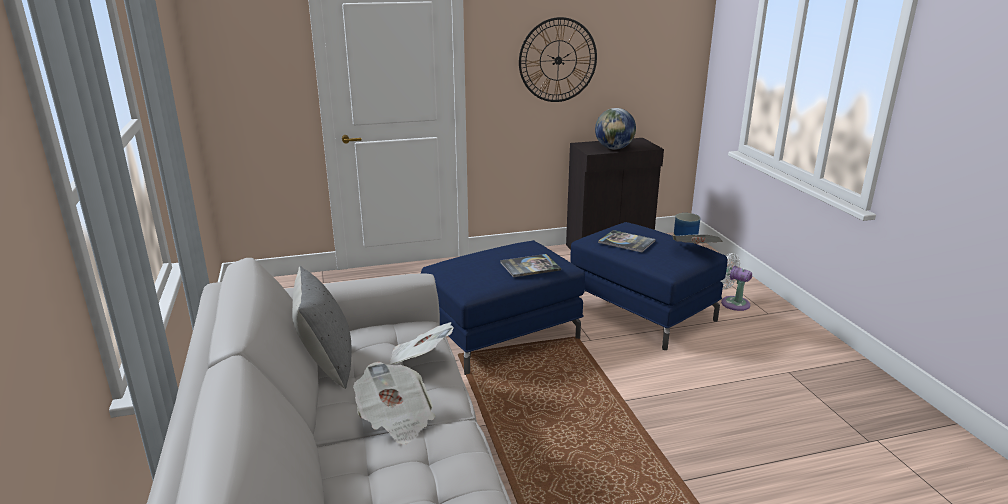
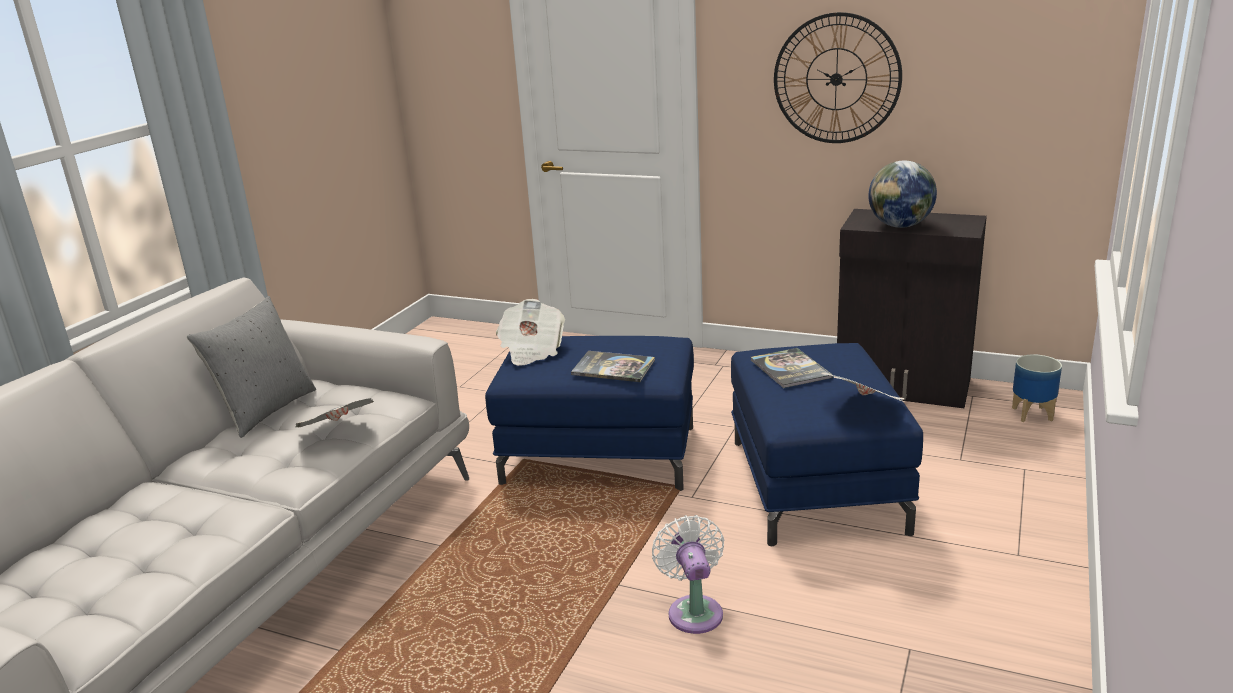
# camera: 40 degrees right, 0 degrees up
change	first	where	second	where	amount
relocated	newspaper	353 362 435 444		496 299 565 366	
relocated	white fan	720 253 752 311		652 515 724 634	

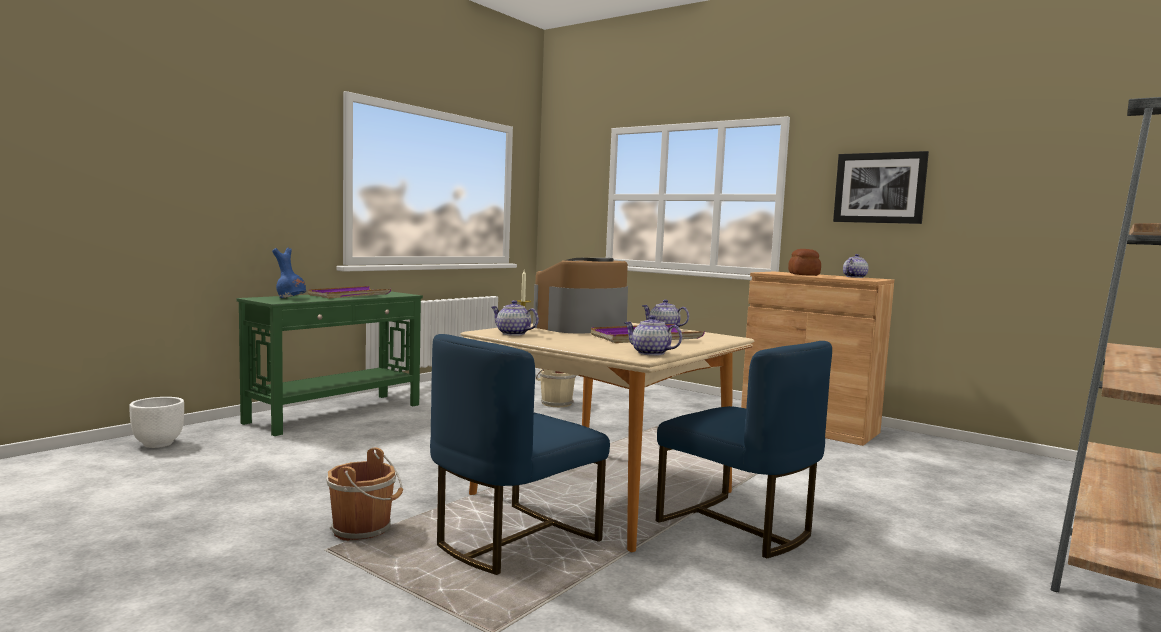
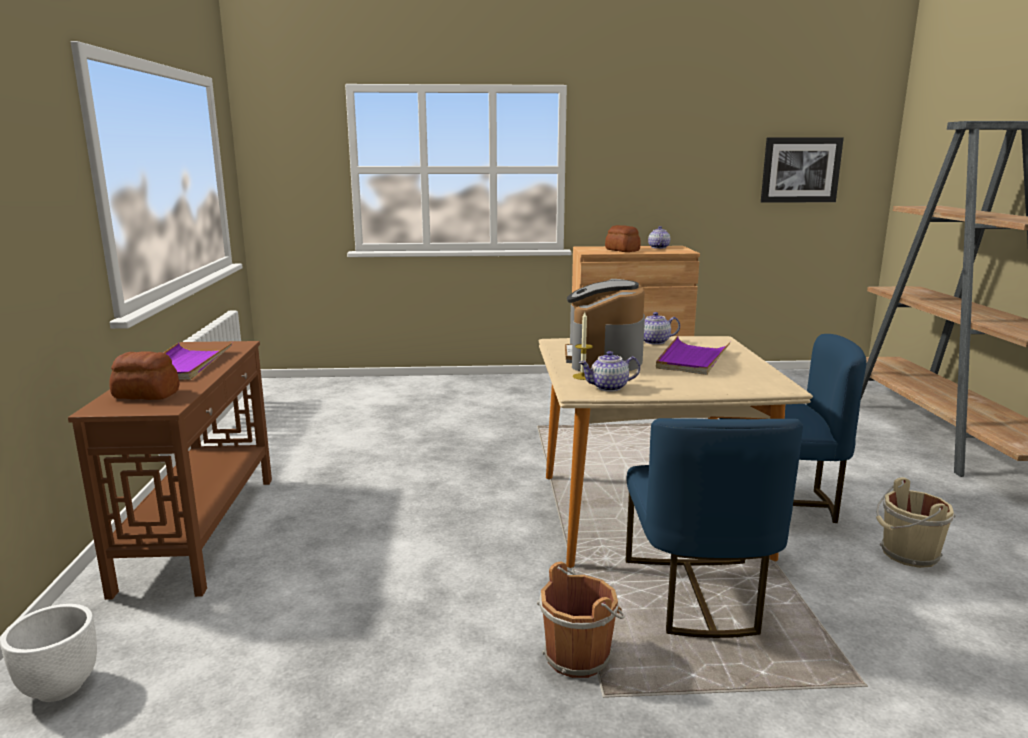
# camera: 40 degrees left, 10 degrees up
change	first	where	second	where	amount
colour	green console table	237 291 423 436	brown console table	68 341 272 600	
exchanged	blue vase	272 248 306 298	bread	110 351 179 400	
relocated	beige bucket	536 369 576 407		876 477 956 568	
missing	teapot	624 315 682 356			
relocated	picture	833 151 929 224		761 137 844 203	

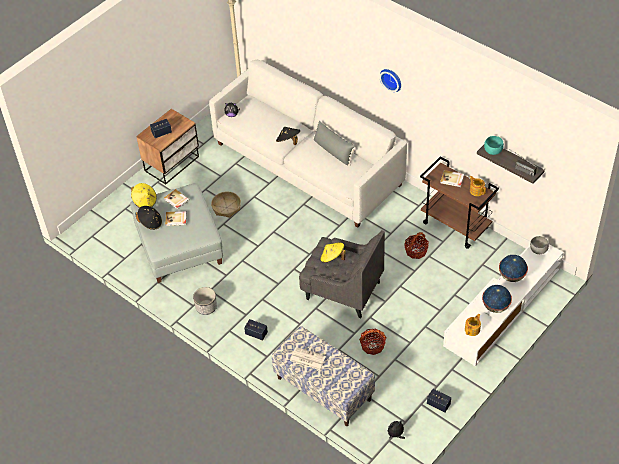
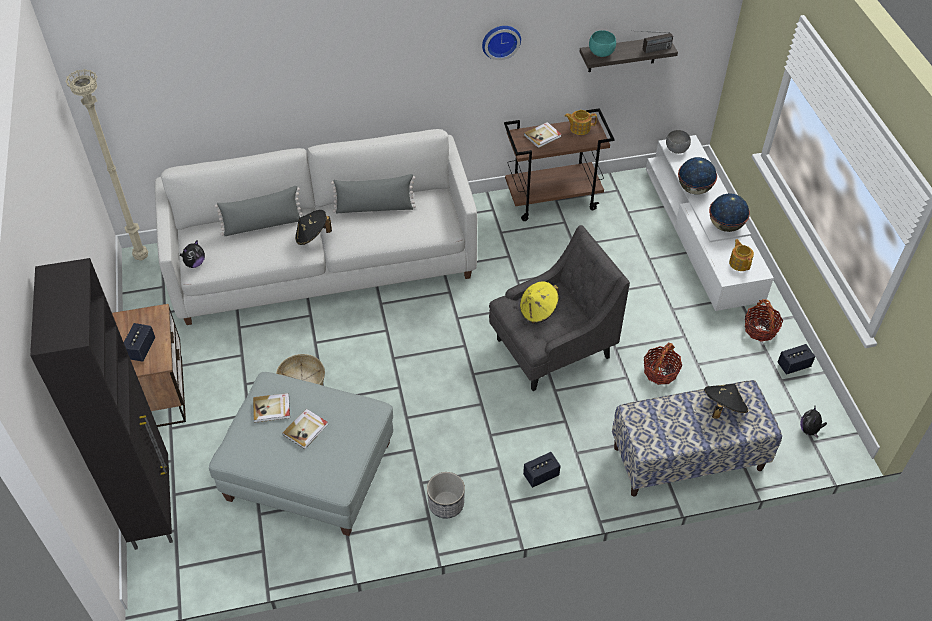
# camera: 55 degrees left, 0 degrees up
change	first	where	second	where	amount
missing	yellow hat	131 183 157 208			
relocated	black hat	136 206 162 230		704 384 748 419	
missing	newspaper	290 347 326 370			
relocated	wall clock	379 69 401 92		482 26 521 60	
relocated	basket	404 232 429 259		745 299 783 342	
appeared			black cabinet	30 258 173 550	
appeared			grey pillow	215 186 303 236	

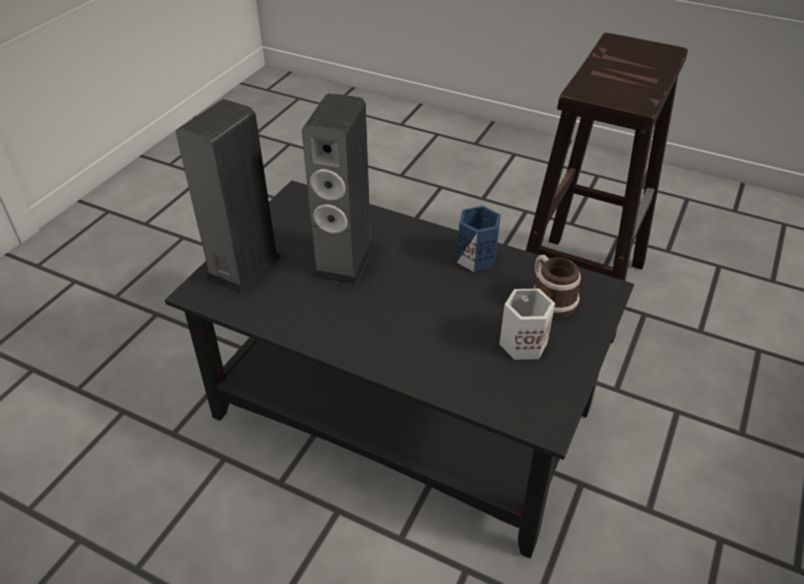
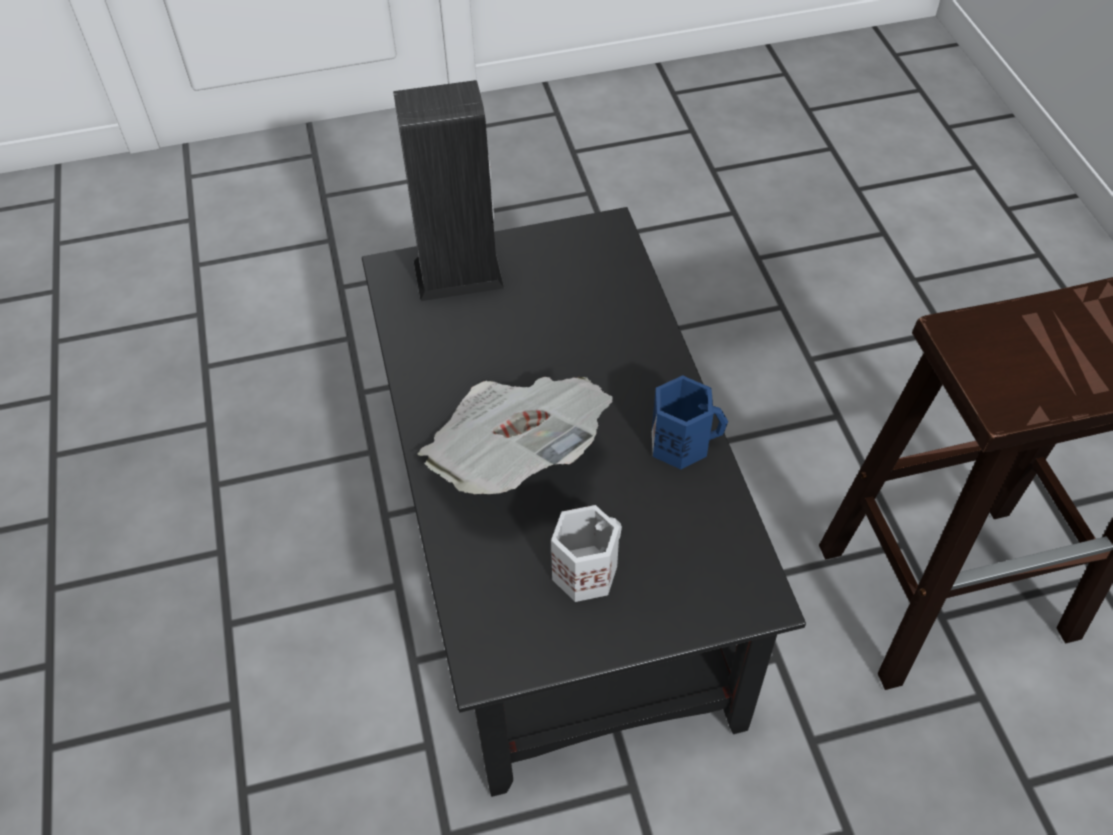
# camera: 50 degrees right, 10 degrees up
change	first	where	second	where	amount
missing	speaker	302 93 374 286			
missing	mug	533 255 581 317			
appeared			newspaper	417 377 613 494	

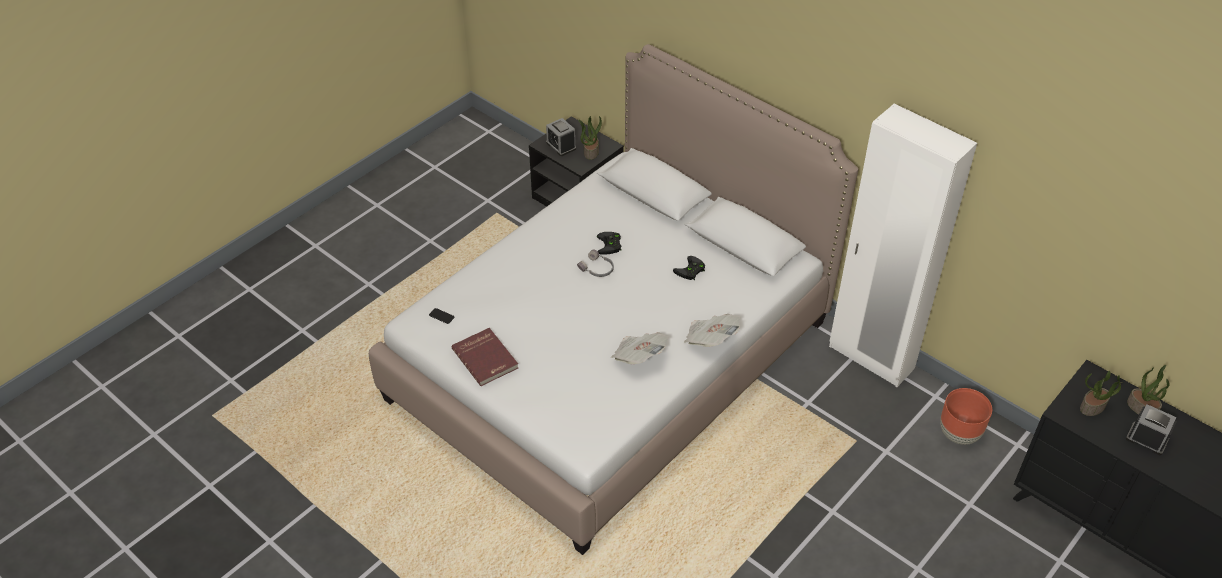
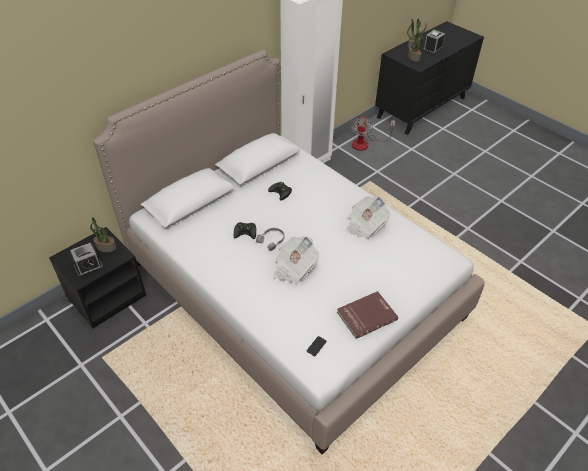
# camera: 85 degrees left, 0 degrees up
change	first	where	second	where	amount
relocated	newspaper	684 314 740 347		273 236 319 284	
exchanged	brown planter	940 388 992 445	fan	351 116 395 151	

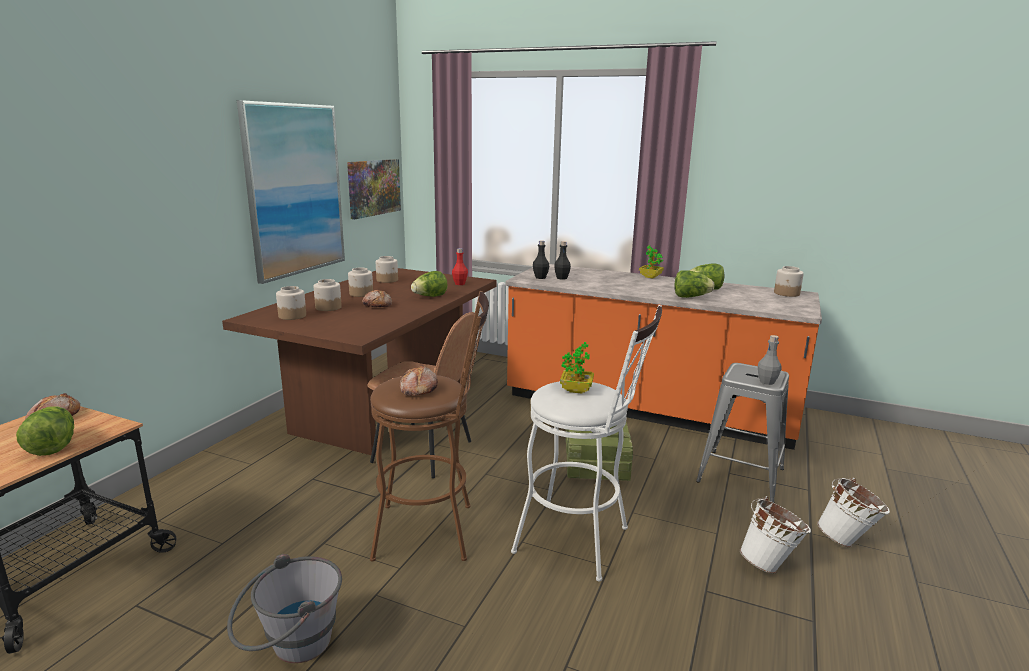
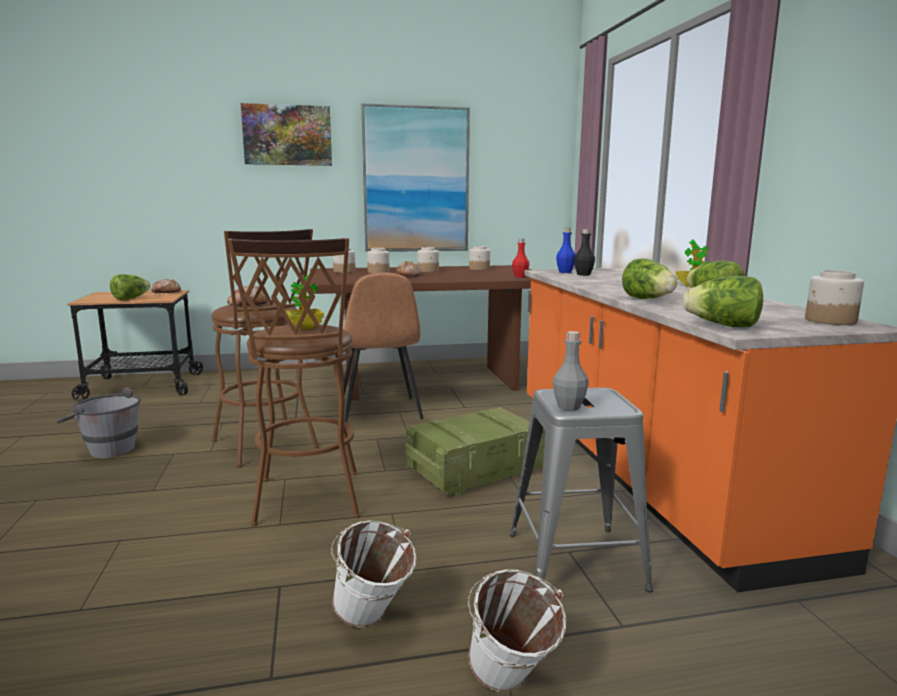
# camera: 55 degrees right, 5 degrees down
change	first	where	second	where	amount
relocated	picture	347 159 401 219		241 103 332 166	
relocated	lettuce	411 271 448 297		683 276 763 327	
colour	white stool	511 305 662 581	brown stool	228 238 360 526	
colour	black bottle	533 240 549 279	blue bottle	556 228 575 273	

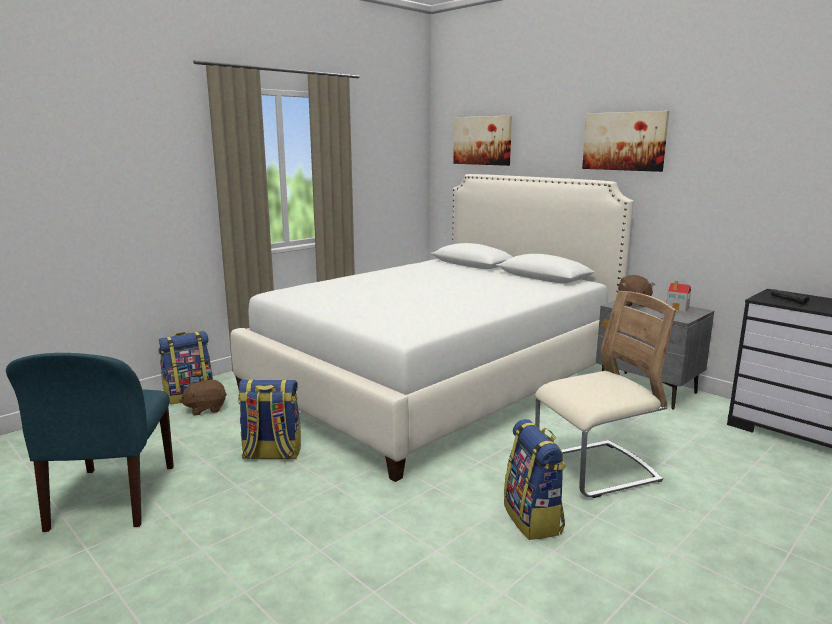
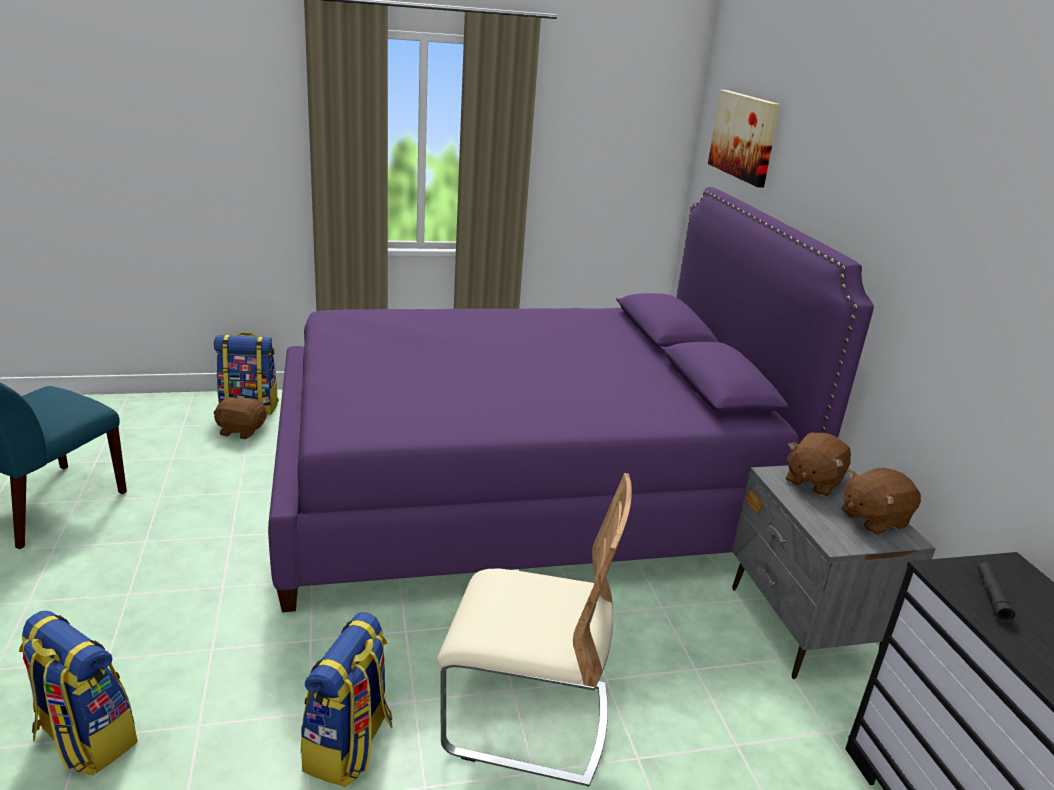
# camera: 30 degrees right, 10 degrees up
change	first	where	second	where	amount
colour	white bed	230 174 633 482	purple bed	268 187 874 612	
relocated	backpack	238 380 301 459		19 611 138 775	
missing	picture	582 111 669 172			
exchanged	toy house	666 281 691 312	brown plush toy	842 468 921 535	

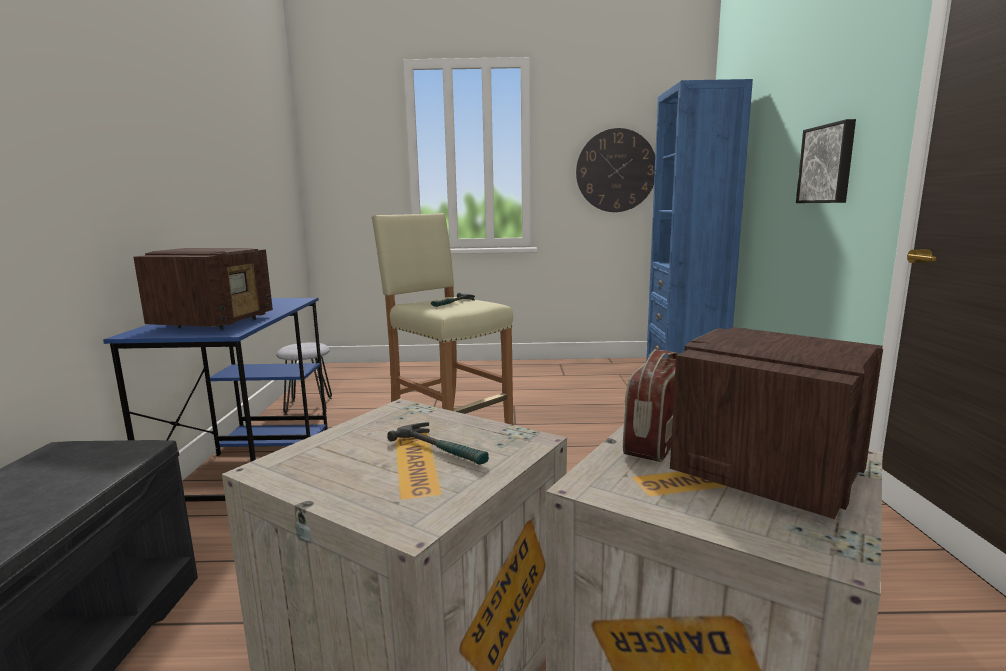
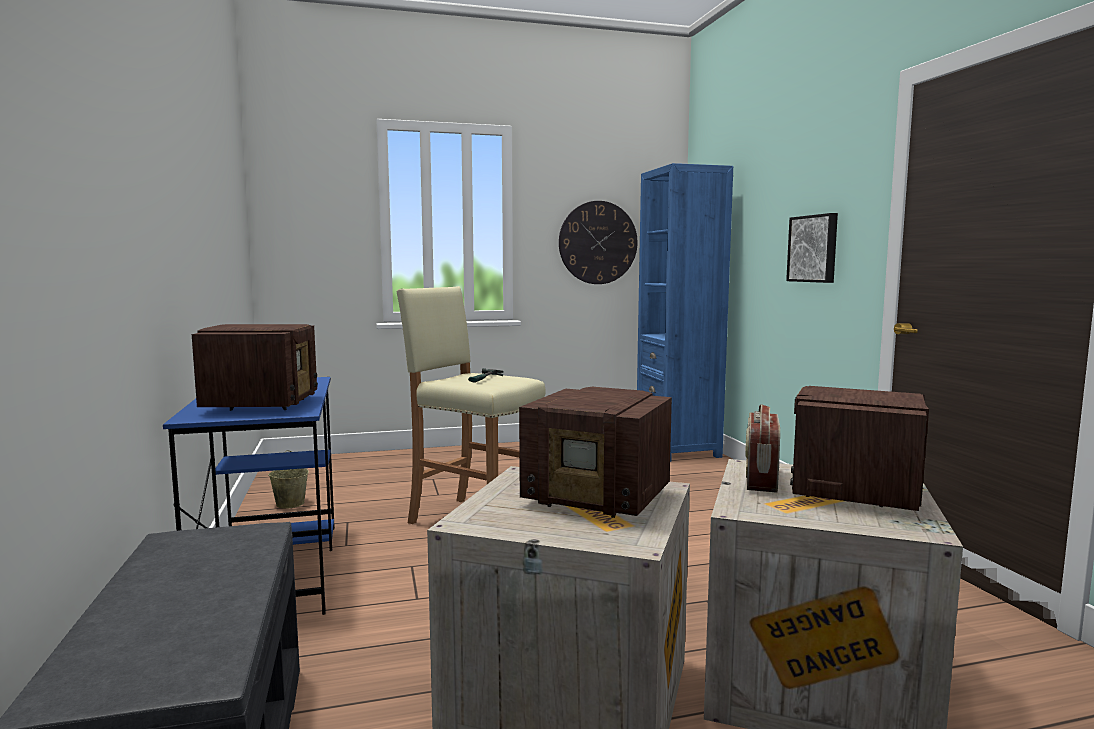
# camera: 15 degrees left, 5 degrees down
change	first	where	second	where	amount
exchanged	grey stool	276 342 332 415	beige bucket	268 450 309 509	
exchanged	hammer	387 422 489 465	radio	519 387 672 518	

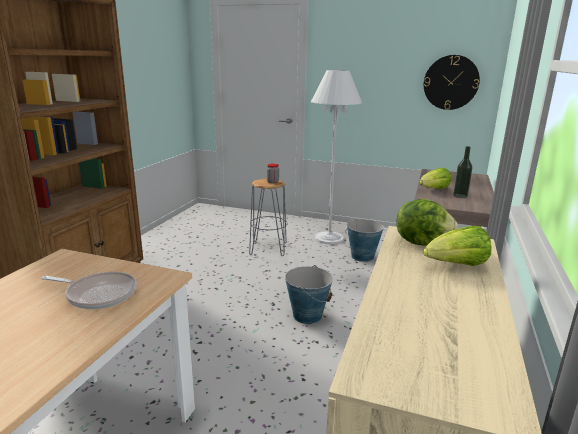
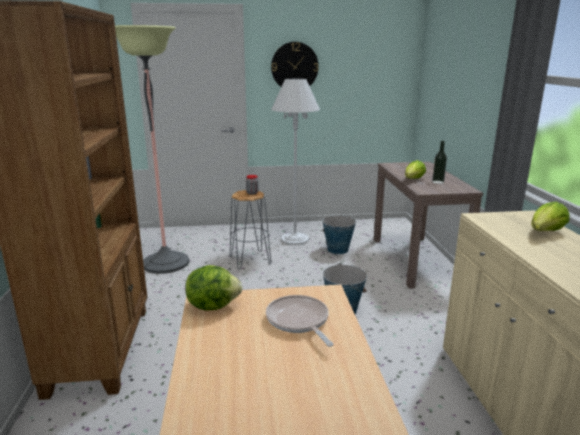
# camera: 25 degrees left, 0 degrees up
change	first	where	second	where	amount
spun	frying pan	42 271 137 309		266 295 334 347	105 degrees counterclockwise
relocated	lettuce	396 199 458 246		185 265 243 310	
relocated	wall clock	424 55 480 110		271 42 319 87	
appeared			floor lamp	115 25 189 274	

